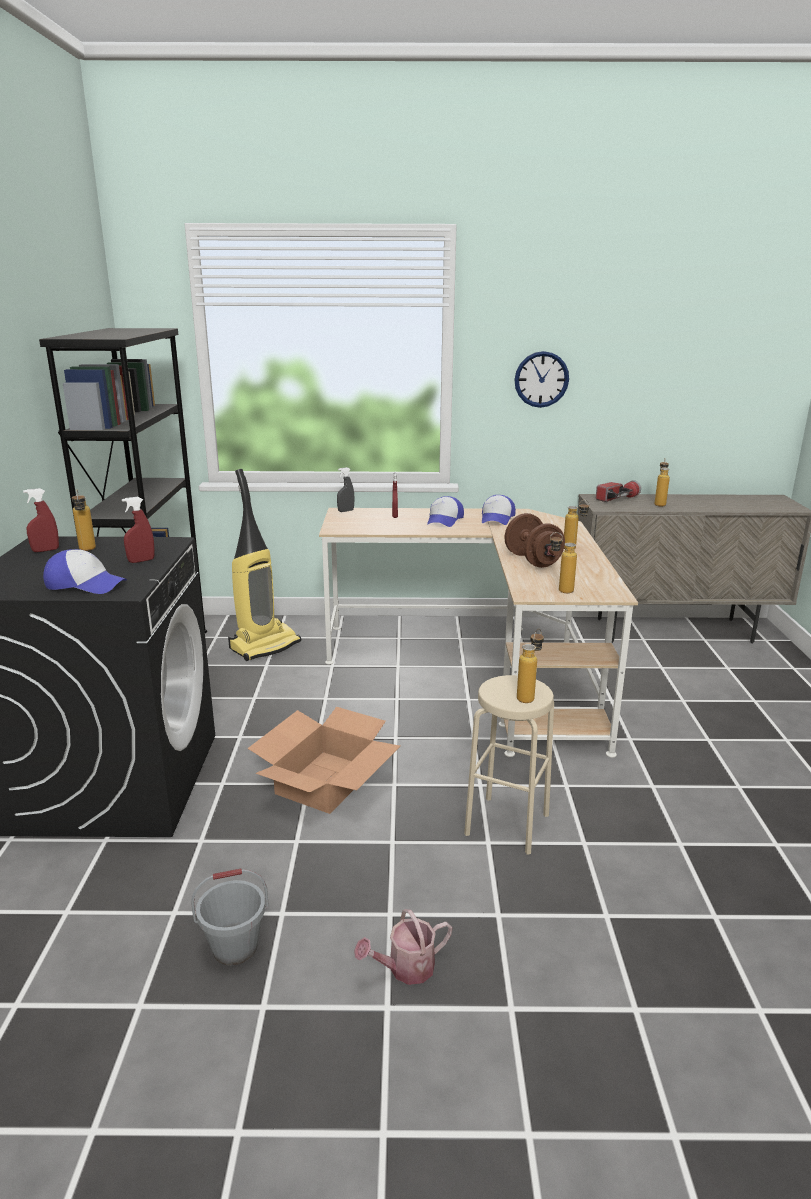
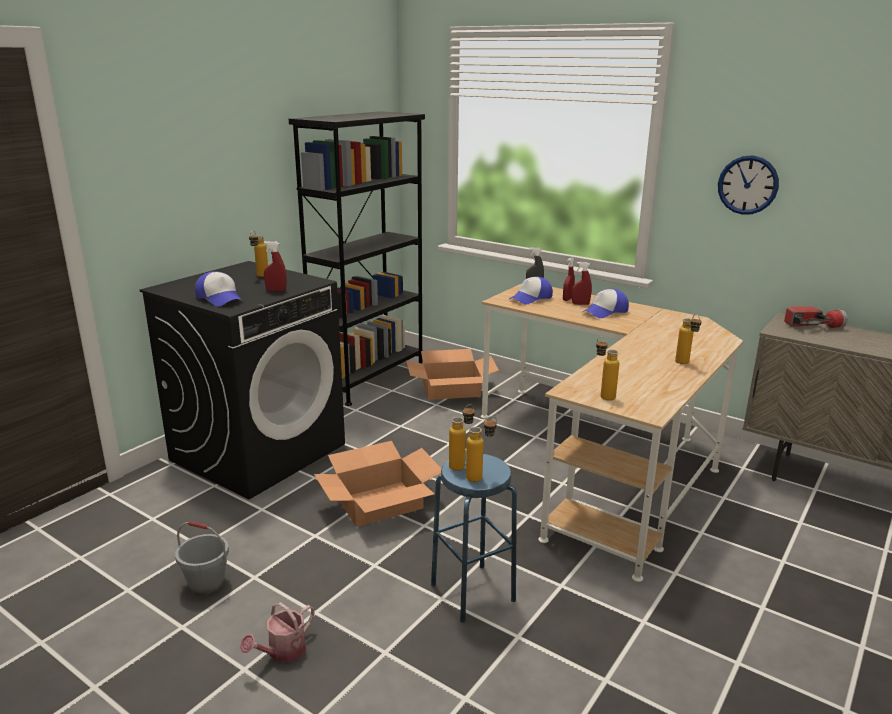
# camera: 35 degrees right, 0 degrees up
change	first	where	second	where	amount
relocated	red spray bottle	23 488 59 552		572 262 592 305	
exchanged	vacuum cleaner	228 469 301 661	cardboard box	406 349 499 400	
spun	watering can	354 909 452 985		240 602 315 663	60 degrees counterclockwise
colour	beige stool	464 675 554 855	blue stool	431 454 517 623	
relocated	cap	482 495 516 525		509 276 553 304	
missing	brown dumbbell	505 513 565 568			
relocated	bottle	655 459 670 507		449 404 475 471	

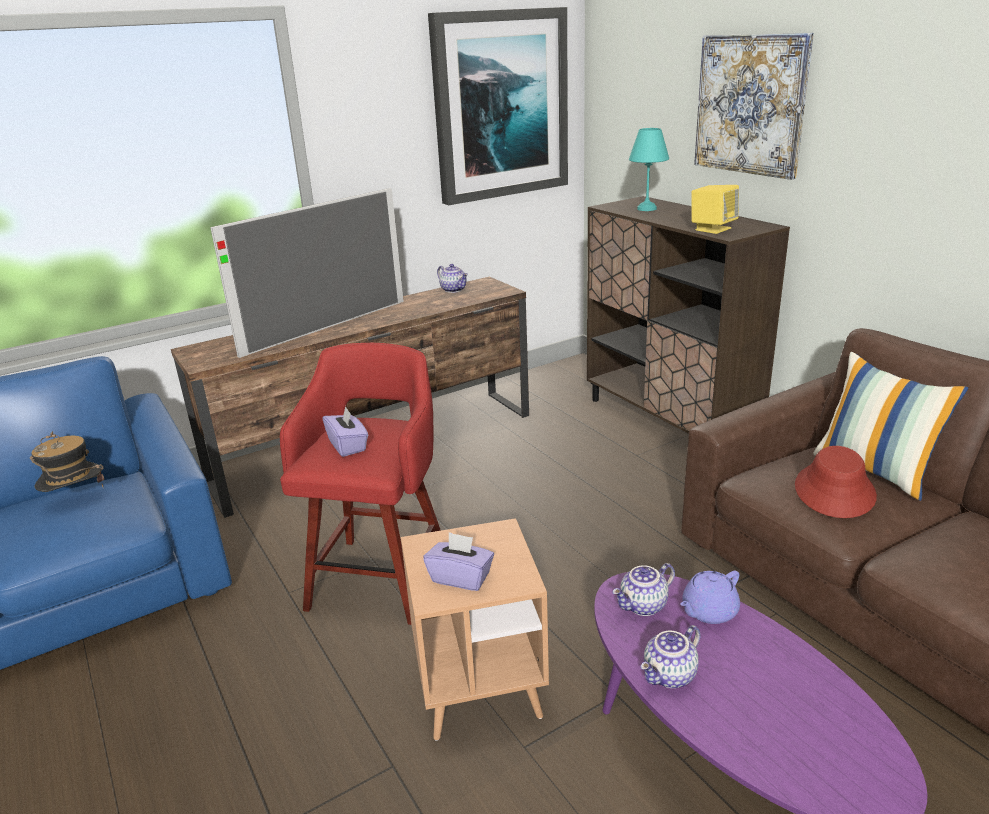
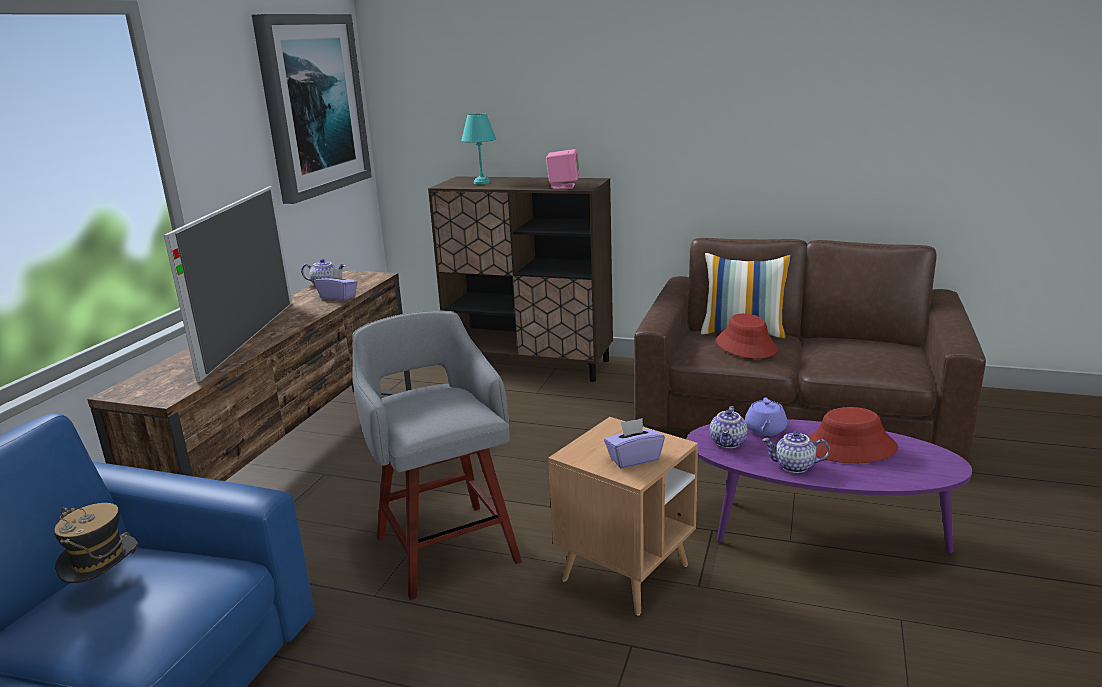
# camera: 40 degrees left, 5 degrees down
change	first	where	second	where	amount
colour	red stool	280 343 441 625	grey stool	352 310 522 600	
relocated	purple tissue box	323 406 368 457		314 268 358 301	
spun	teapot	641 625 701 688		762 431 830 473	90 degrees clockwise
colour	yellow speaker	691 185 739 234	pink speaker	546 149 580 189	
missing	picture	694 33 814 180			
appeared			red hat	809 407 898 463	

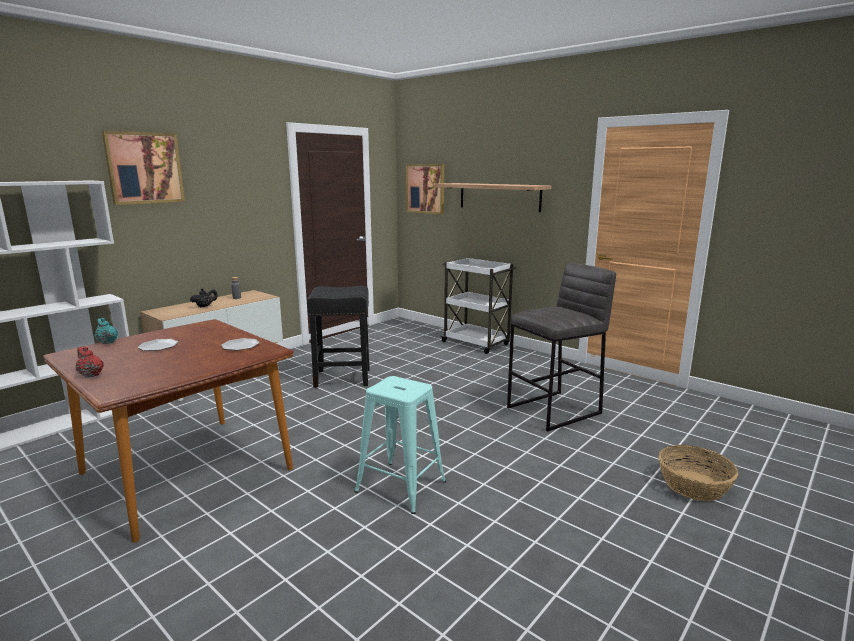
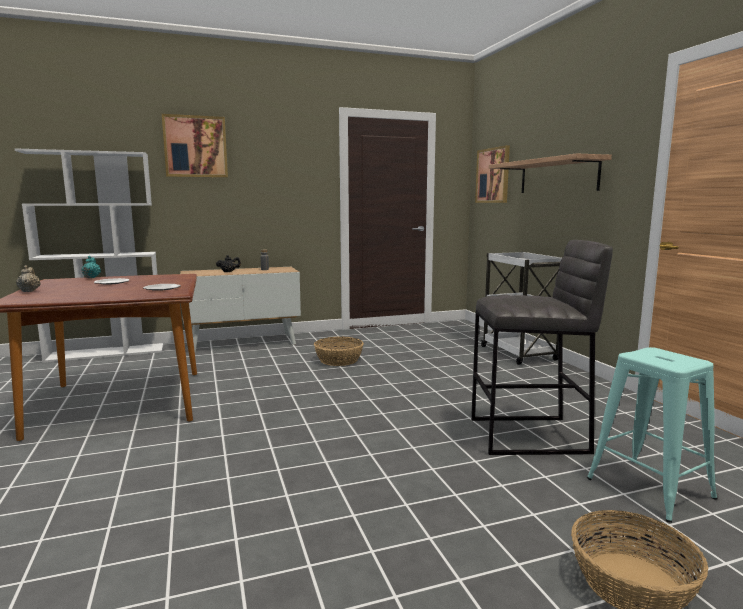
# camera: 30 degrees right, 5 degrees down
change	first	where	second	where	amount
colour	red teapot	76 347 104 378	beige teapot	16 265 41 292	
exchanged	black stool	307 286 370 388	basket	314 337 363 366	
relocated	turquoise stool	354 376 446 514		587 347 718 523	

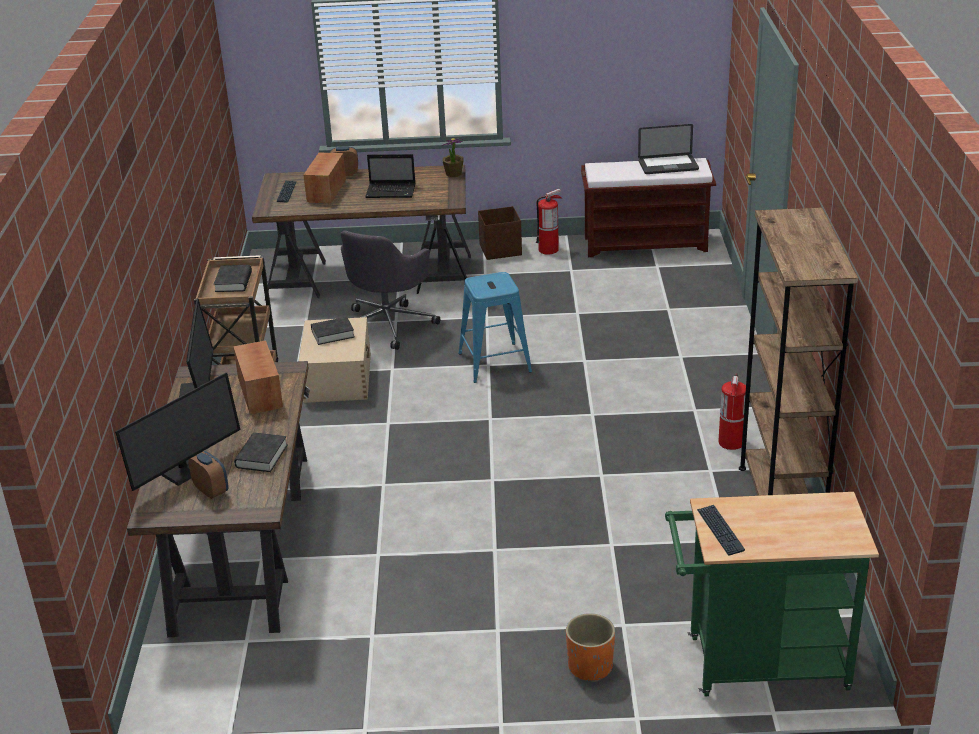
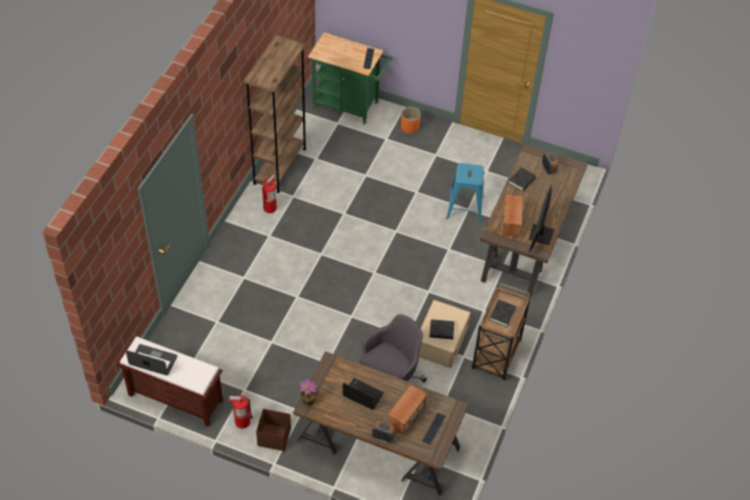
# camera: 160 degrees left, 20 degrees up
change	first	where	second	where	amount
missing	monitor	115 372 241 491			
relocated	blue stool	458 272 532 383		446 163 484 223	

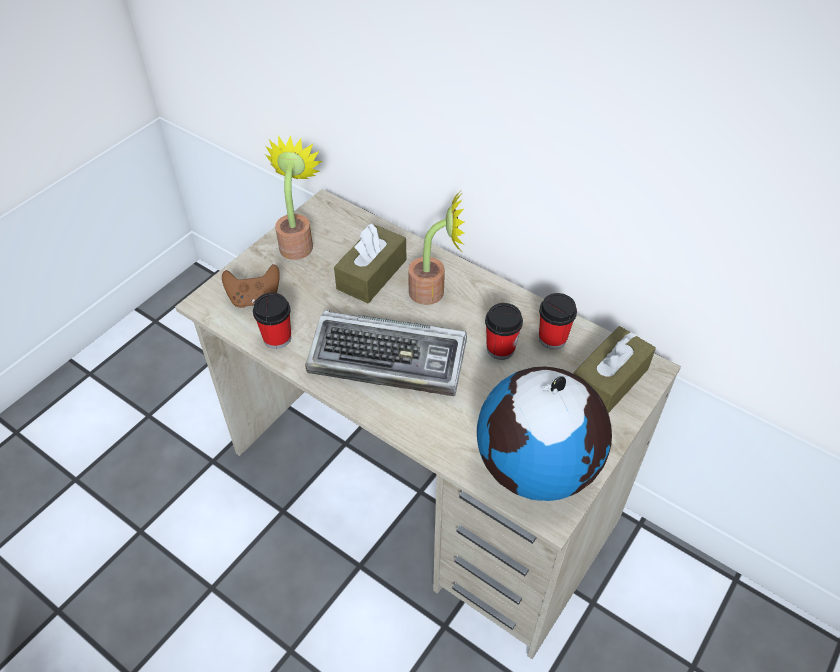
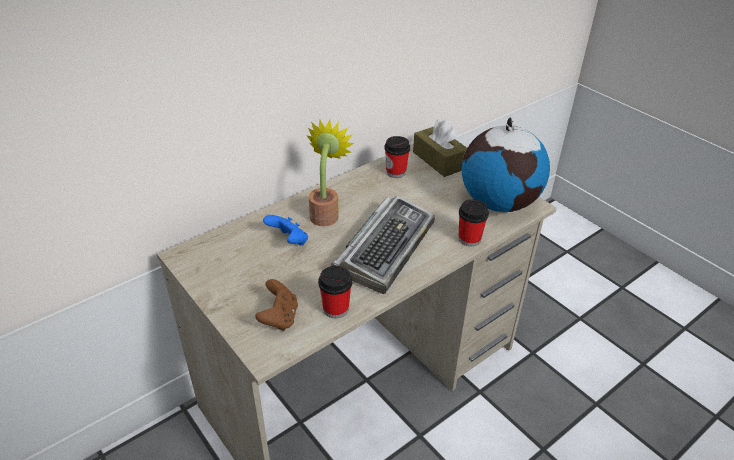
# camera: 75 degrees left, 10 degrees down
change	first	where	second	where	amount
missing	potted plant	266 135 322 260			
exchanged	brown tissue box	334 223 406 303	blue game controller	263 215 308 245	
relocated	cup	485 303 523 360		459 199 489 247	

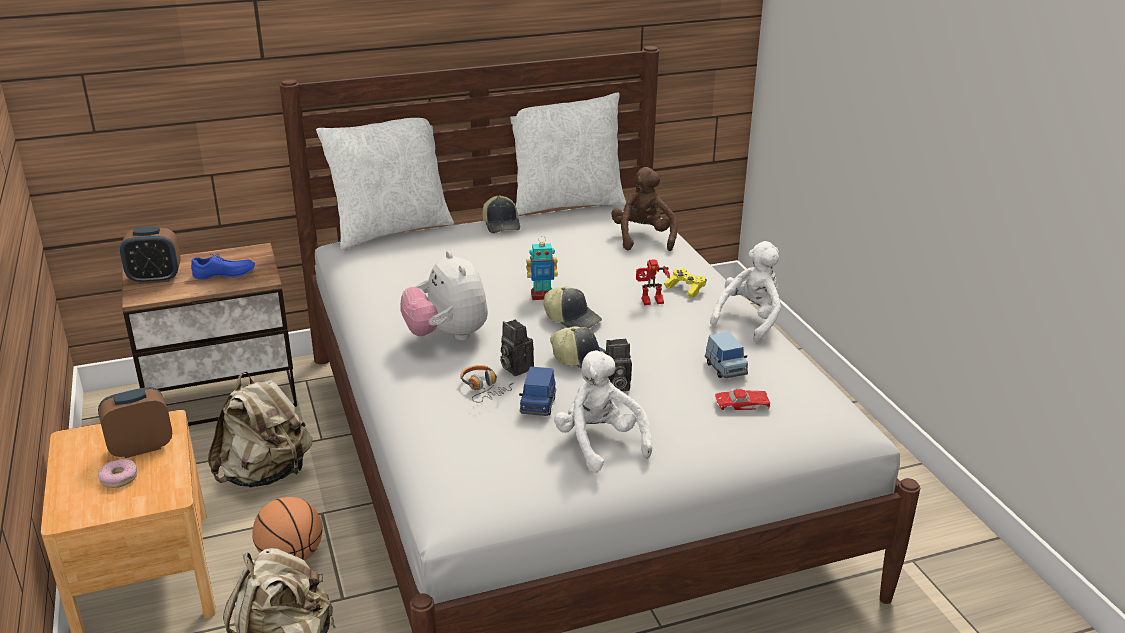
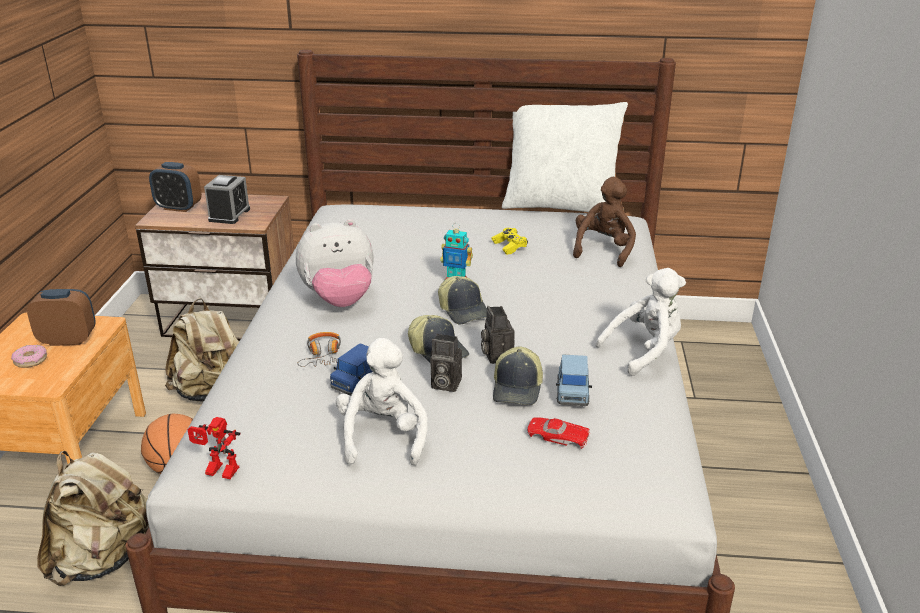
# camera: 25 degrees right, 0 degrees up
change	first	where	second	where	amount
exchanged	blue shoe	191 254 255 279	alarm clock	204 175 250 224	
missing	white pillow	316 118 454 250			
spun	plush toy	400 251 488 341		296 219 374 307	105 degrees counterclockwise
relocated	cap	483 196 520 233		493 347 543 405	
relocated	photo camera	500 320 534 376		481 306 515 364	
relocated	toy robot	636 259 670 305		188 417 240 479	
relocated	yellow game controller	664 268 706 298		491 228 528 255	

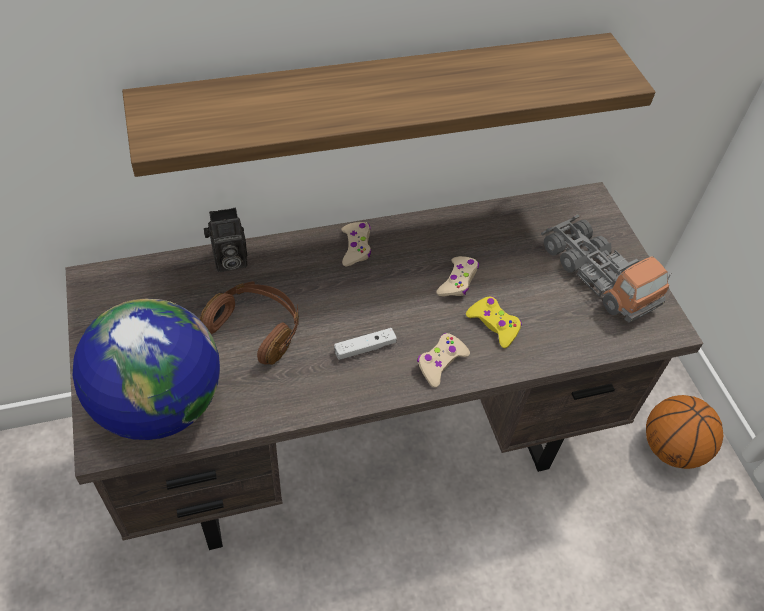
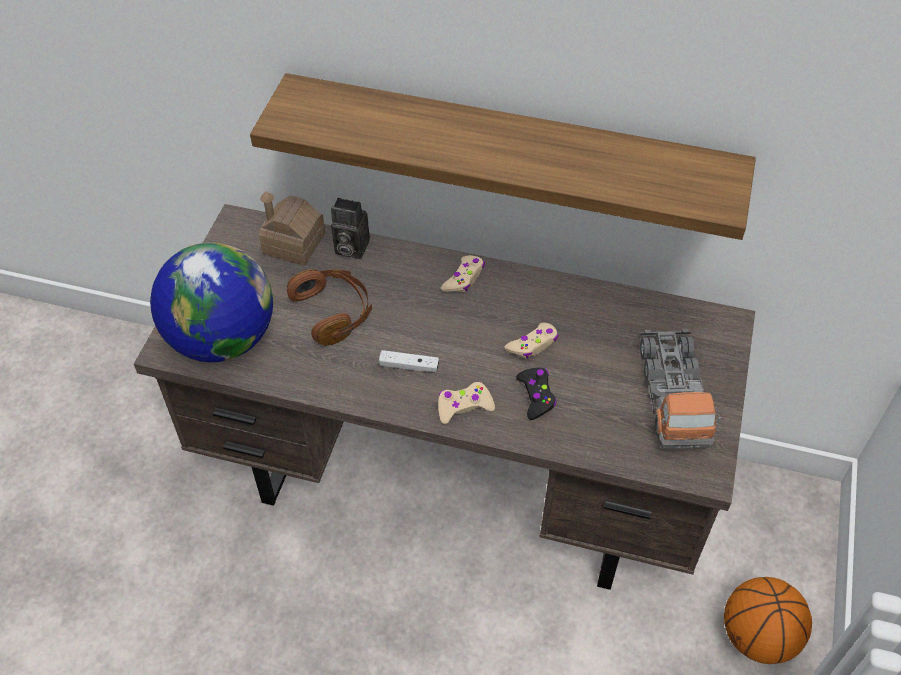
# camera: 35 degrees right, 0 degrees up
change	first	where	second	where	amount
colour	yellow game controller	466 296 522 348	black game controller	516 367 557 420	
appeared			toy house	259 192 325 266	

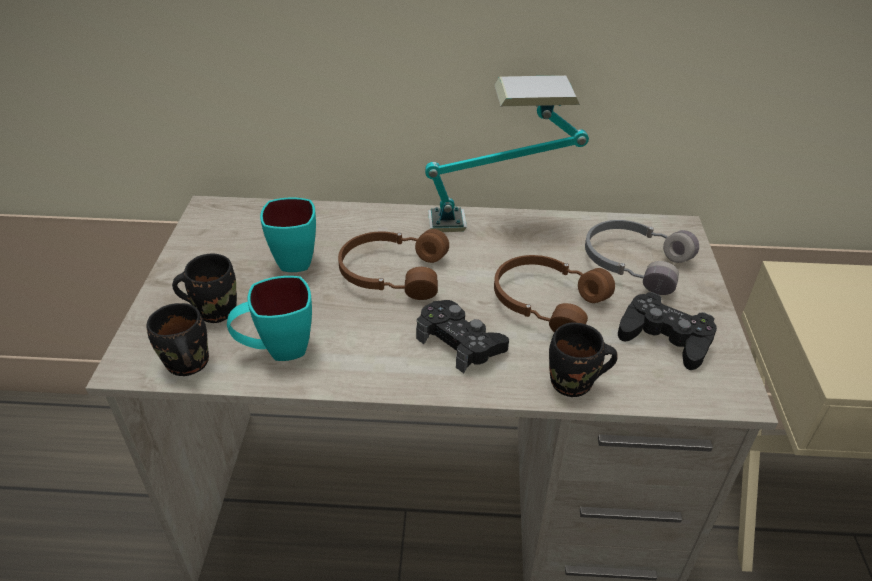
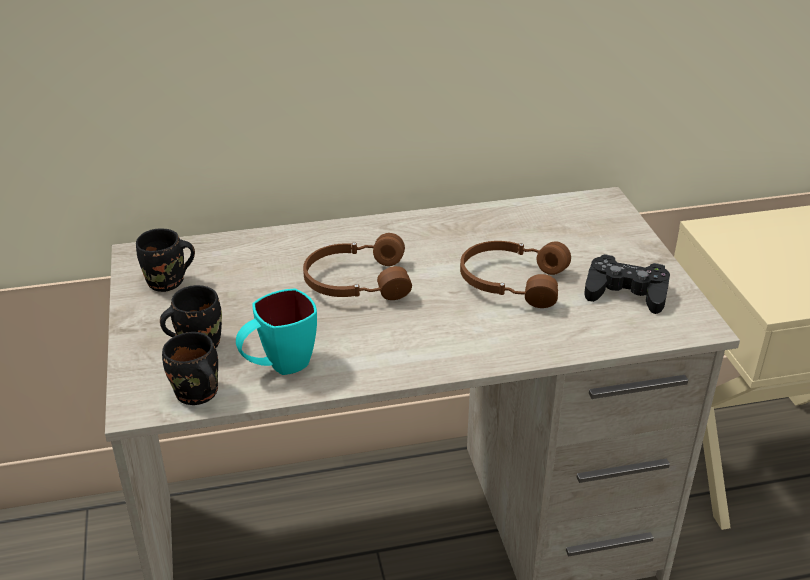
# camera: 15 degrees left, 5 degrees down
change	first	where	second	where	amount
missing	turquoise mug	260 197 316 272			
missing	black game controller	416 300 509 373			
missing	table lamp	425 75 589 232			
relocated	black mug	549 323 618 397		136 228 195 292	
missing	grey headphones	585 220 699 295			

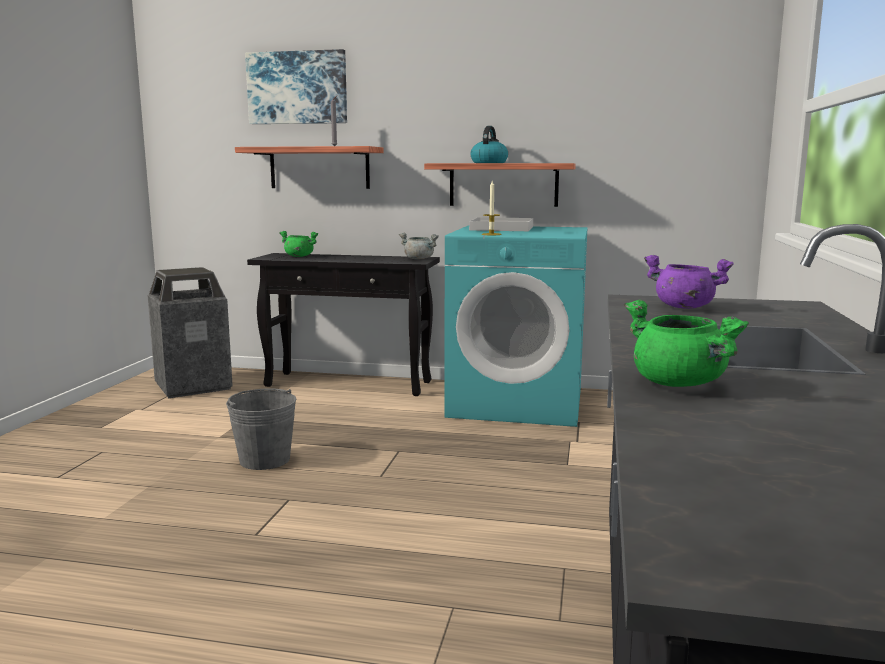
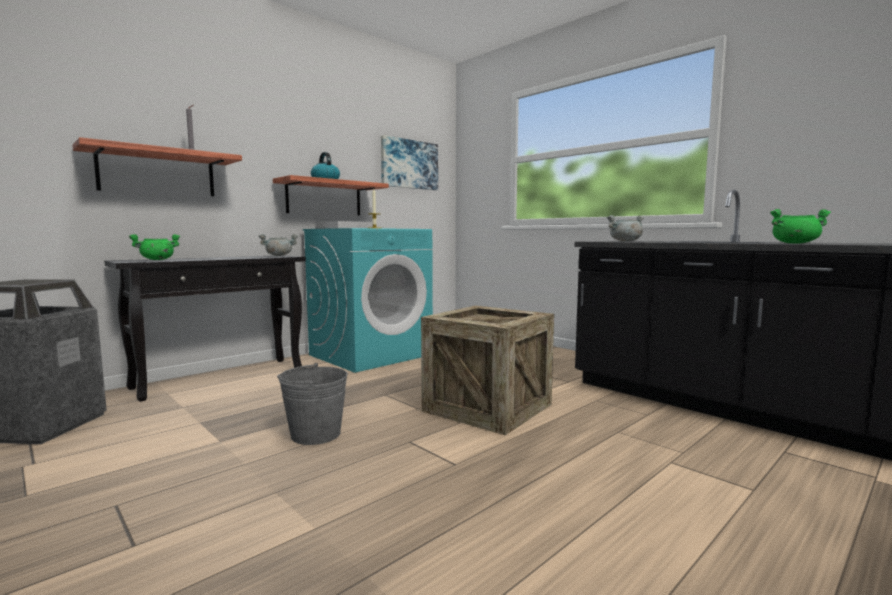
# camera: 55 degrees left, 5 degrees down
change	first	where	second	where	amount
relocated	picture	245 49 347 124		381 135 438 190	
colour	purple cooking pot	644 255 734 309	grey cooking pot	607 215 644 241	
appeared			crate	421 305 554 435	

